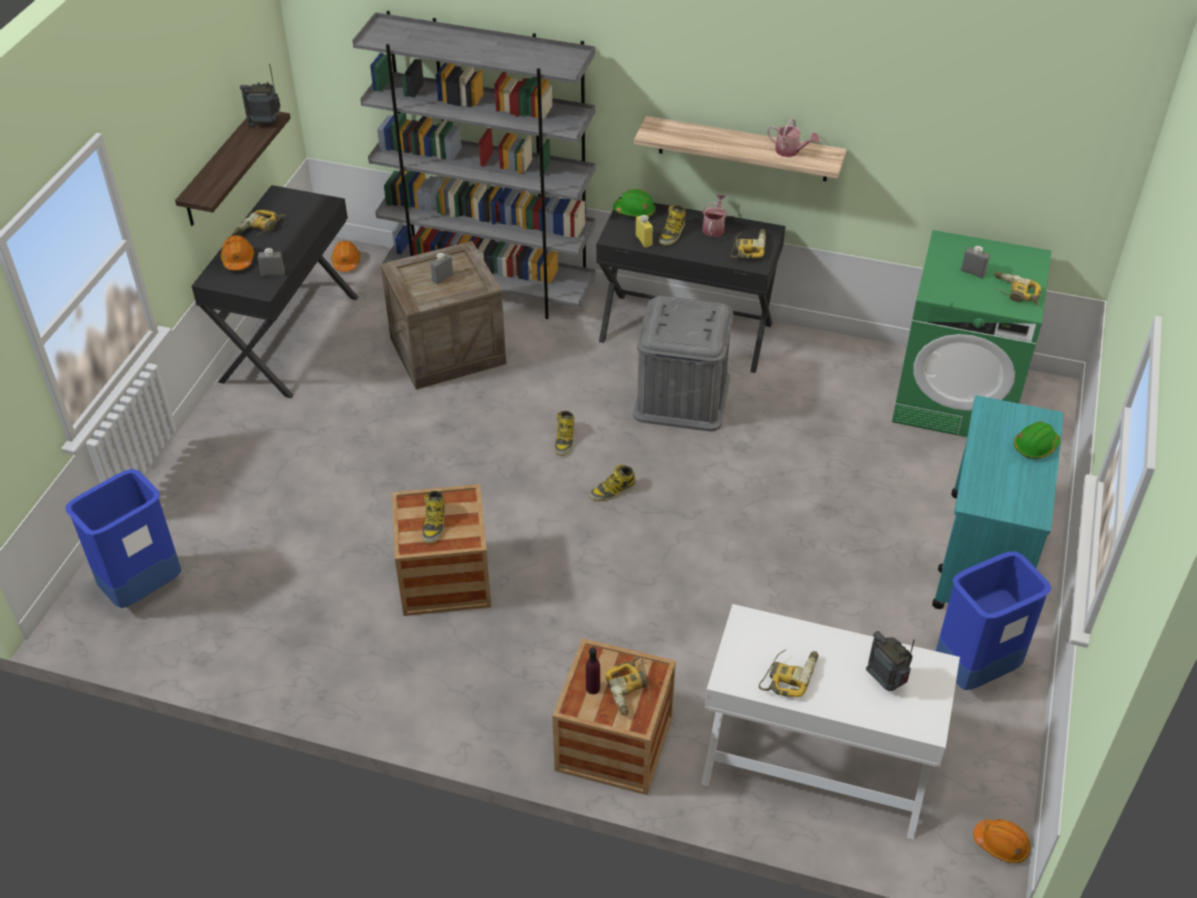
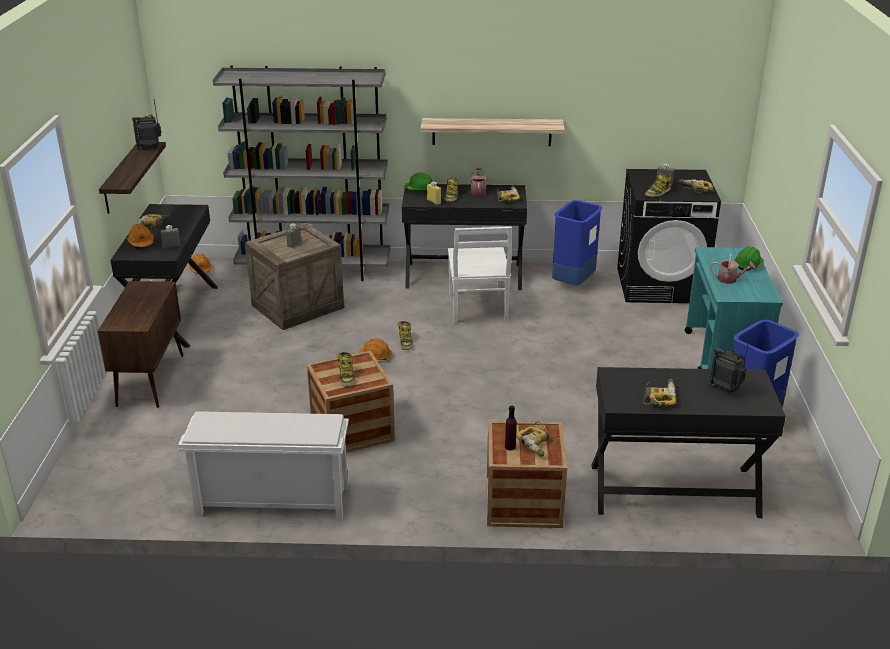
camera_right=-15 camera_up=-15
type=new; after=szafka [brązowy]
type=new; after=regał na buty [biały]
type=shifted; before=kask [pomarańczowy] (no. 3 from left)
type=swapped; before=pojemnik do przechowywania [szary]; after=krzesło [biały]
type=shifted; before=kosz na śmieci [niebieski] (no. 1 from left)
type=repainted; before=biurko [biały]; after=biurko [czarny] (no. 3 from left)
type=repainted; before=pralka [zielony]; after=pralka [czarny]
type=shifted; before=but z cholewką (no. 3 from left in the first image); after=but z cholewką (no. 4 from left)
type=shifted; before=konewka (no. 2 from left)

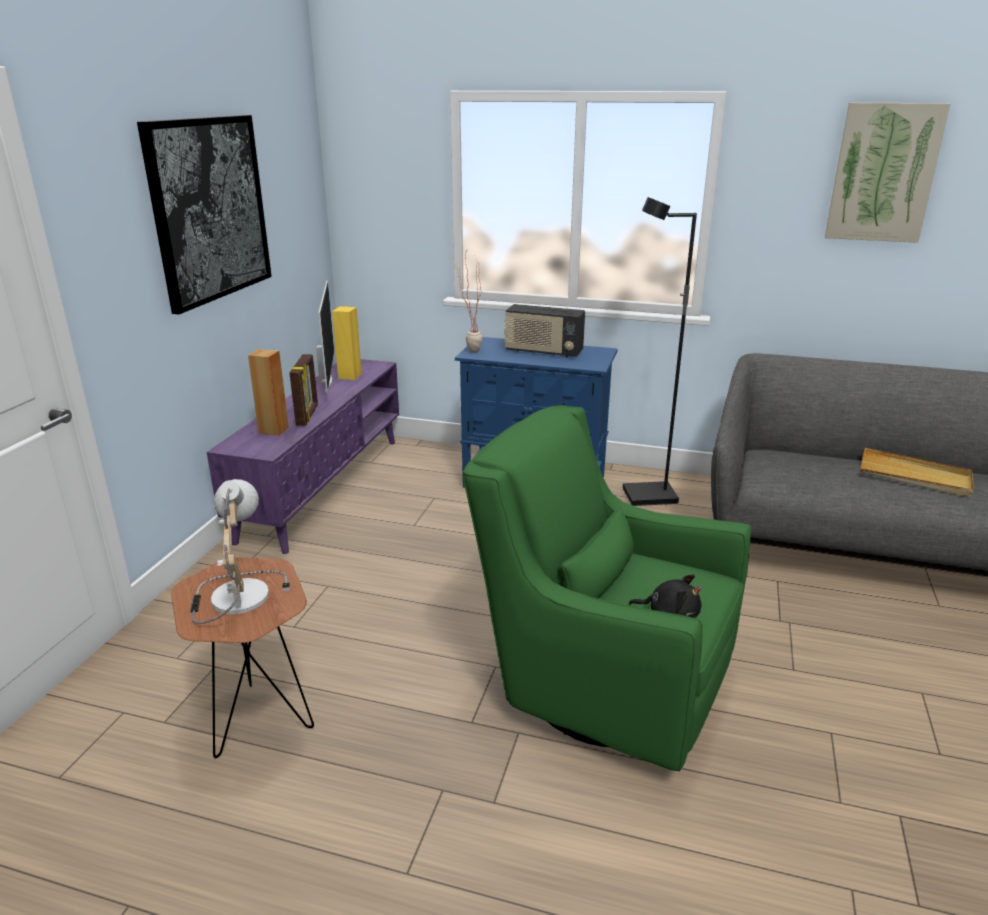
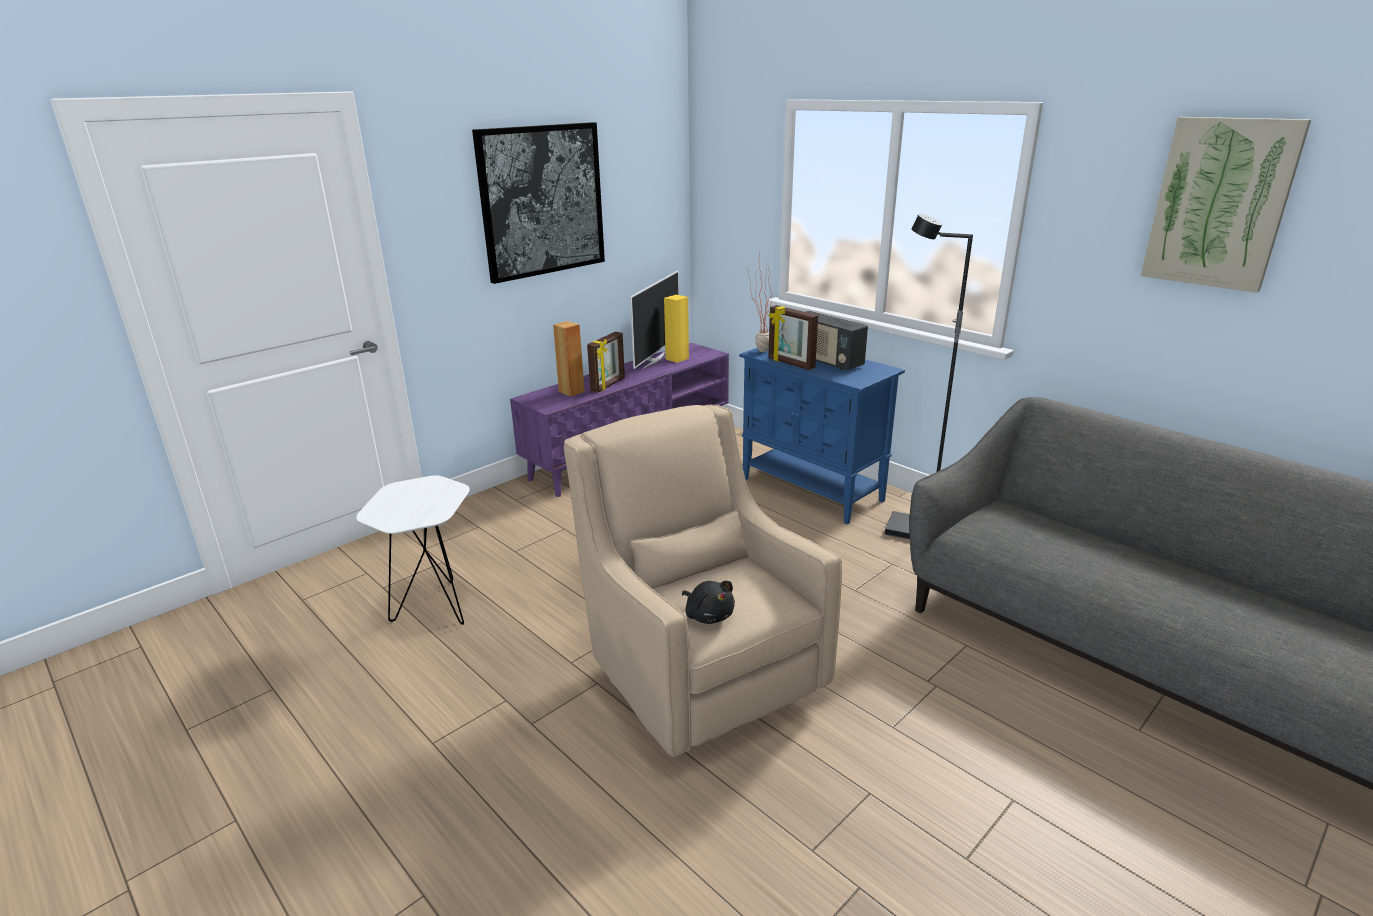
camera_right=30 camera_up=0
type=repainted; before=stolik [brązowy]; after=stolik [biały]
type=repainted; before=fotel [zielony]; after=fotel [beżowy]
type=new; after=ramka na zdjęcie (no. 2 from left)
type=gone; before=lampa stołowa
type=gone; before=taca [beżowy]

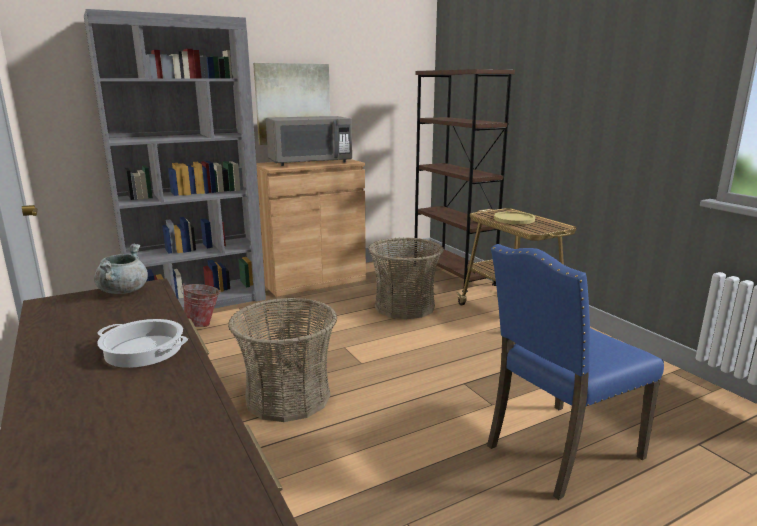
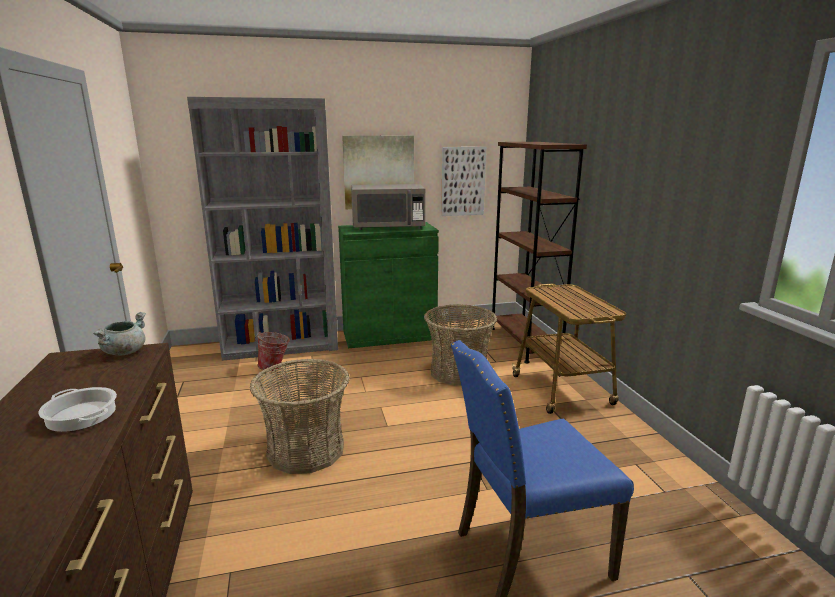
camera_right=15 camera_up=0
type=repainted; before=szafka [brązowy]; after=szafka [zielony]
type=new; after=obraz (no. 2 from left)
type=gone; before=talerz [żółty]

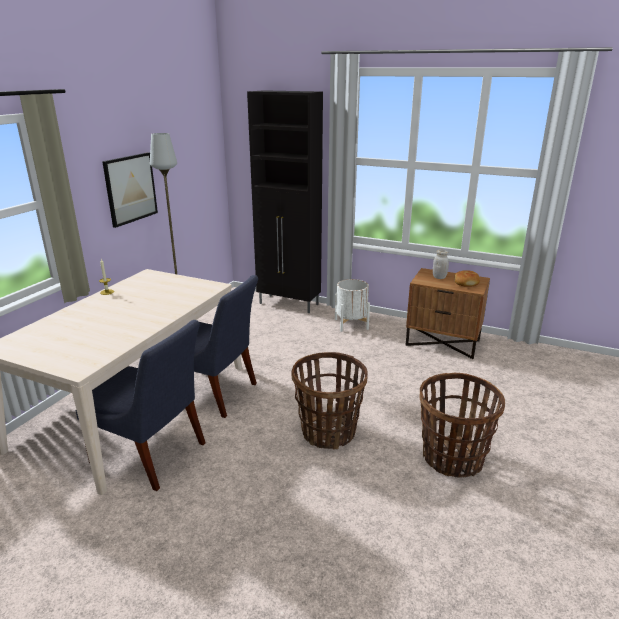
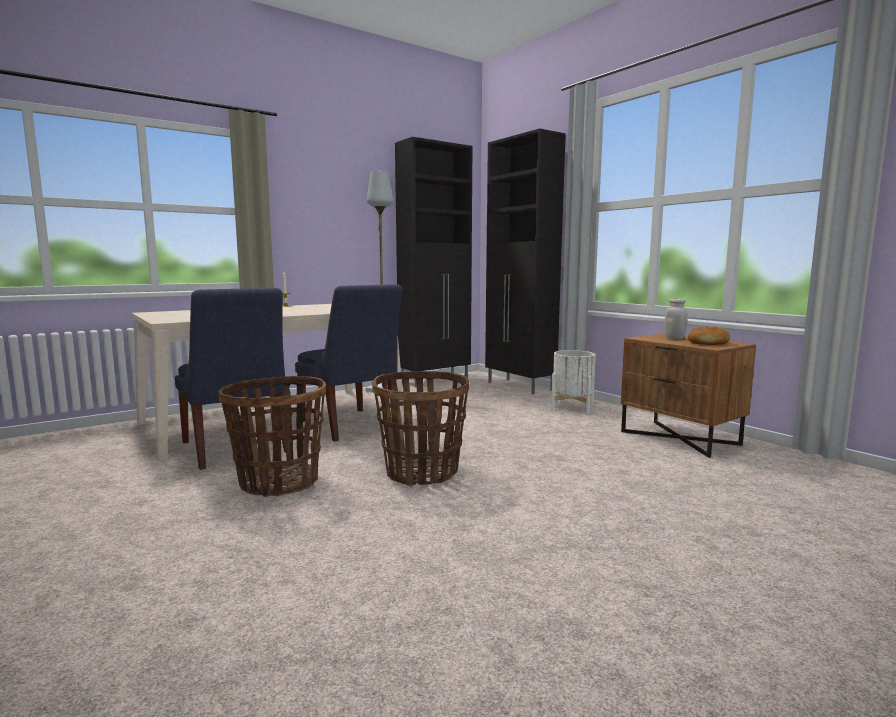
camera_right=30 camera_up=-15
type=shifted; before=koszyk (no. 2 from left in the first image); after=koszyk (no. 1 from left)
type=new; after=szafka [czarny] (no. 1 from left)
type=gone; before=obraz

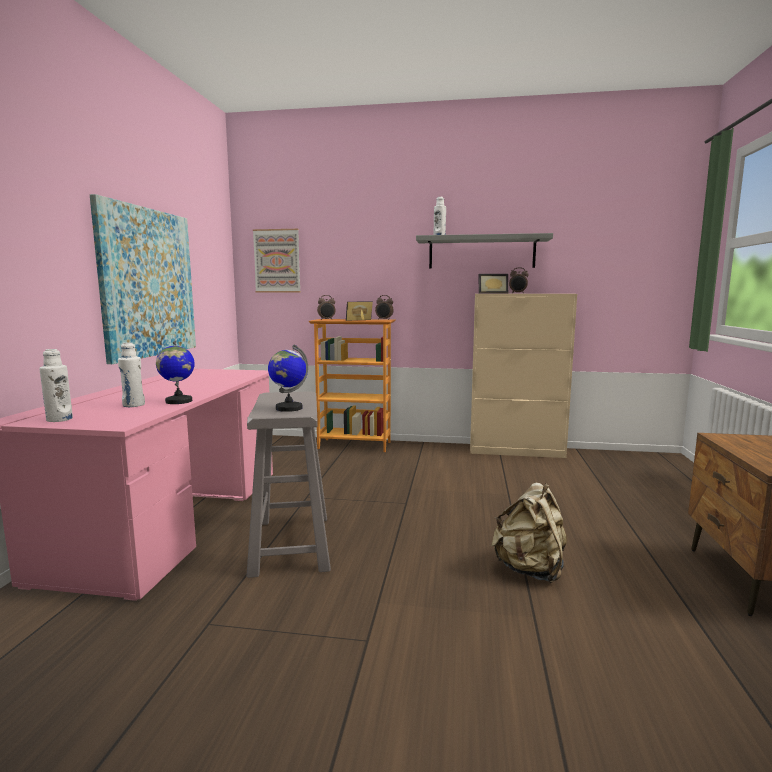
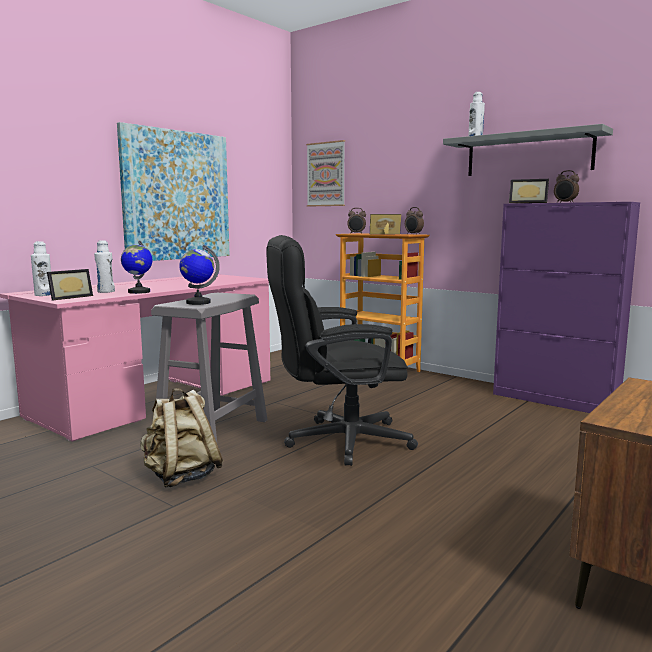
camera_right=30 camera_up=0
type=new; after=ramka na zdjęcie (no. 1 from left)
type=shifted; before=plecak [beżowy]
type=new; after=krzesło biurowe [czarny]
type=repainted; before=szafka [beżowy]; after=szafka [fioletowy]

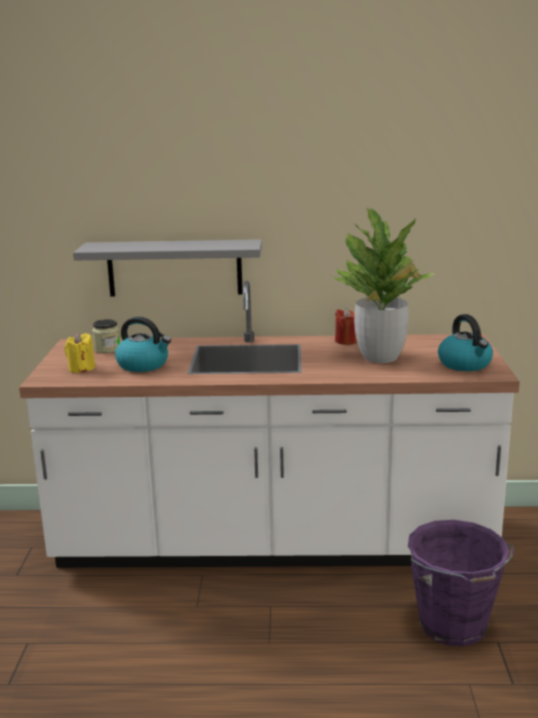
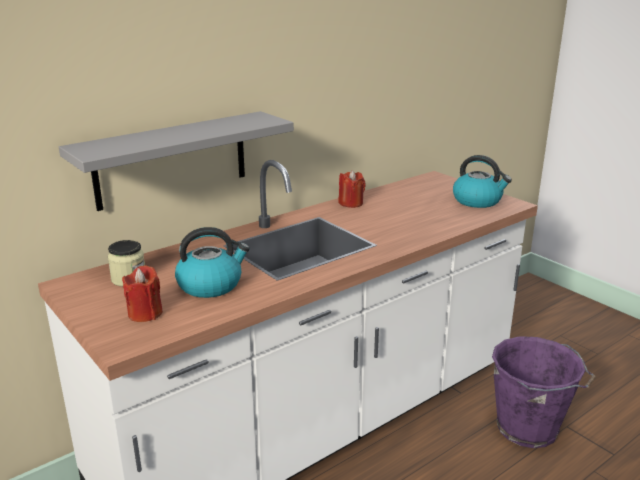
camera_right=-40 camera_up=5
type=repainted; before=świeca [żółty]; after=świeca [czerwony] (no. 1 from left)
type=gone; before=roślina doniczkowa

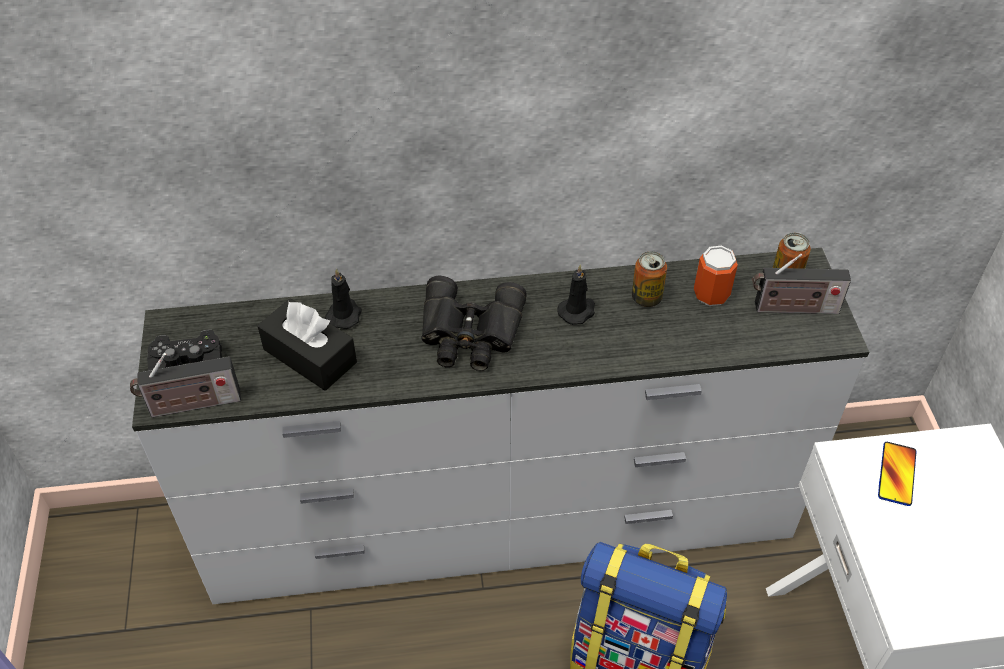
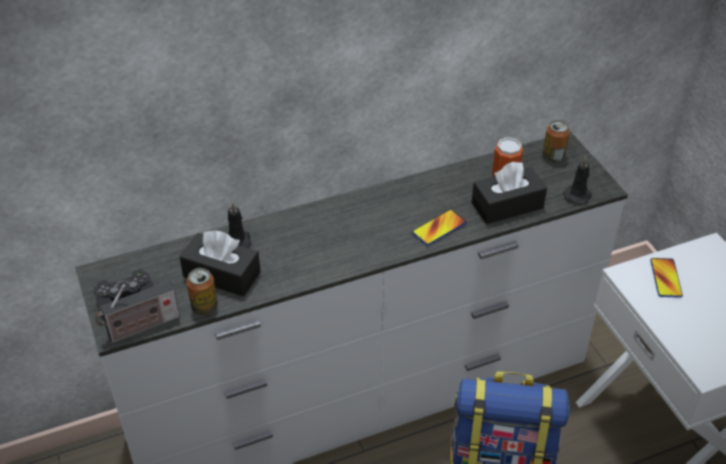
camera_right=-15 camera_up=-5
type=shifted; before=puszka (no. 1 from left)
type=new; after=telefon (no. 1 from left)
type=new; after=pudełko chusteczek [czarny] (no. 2 from left)
type=shifted; before=świeca [czarny] (no. 2 from left)
type=gone; before=lornetka [czarny]
type=gone; before=radio (no. 2 from left)

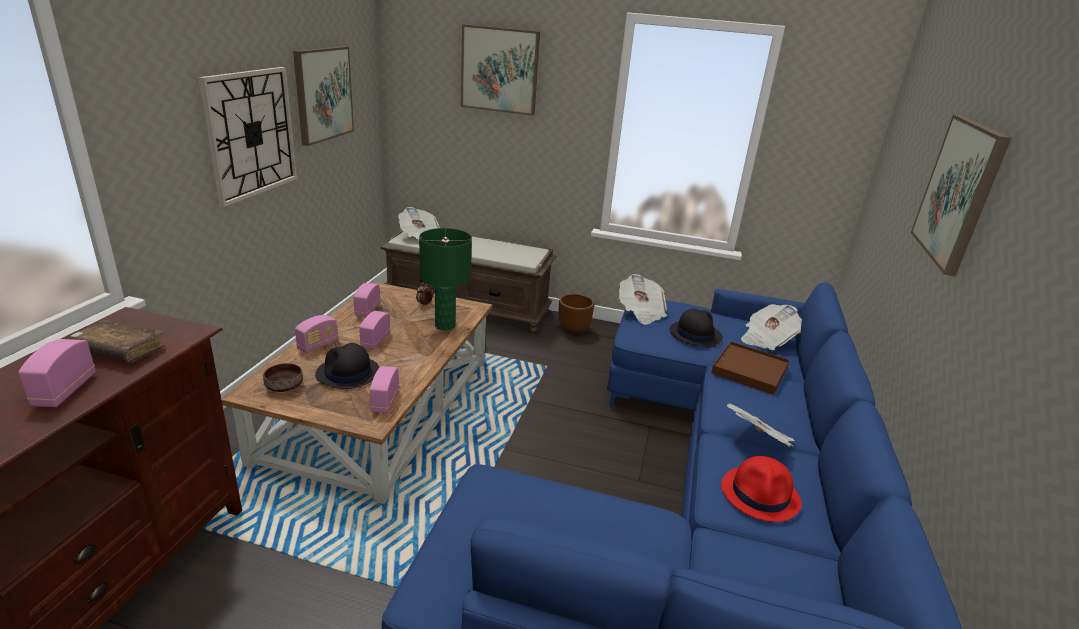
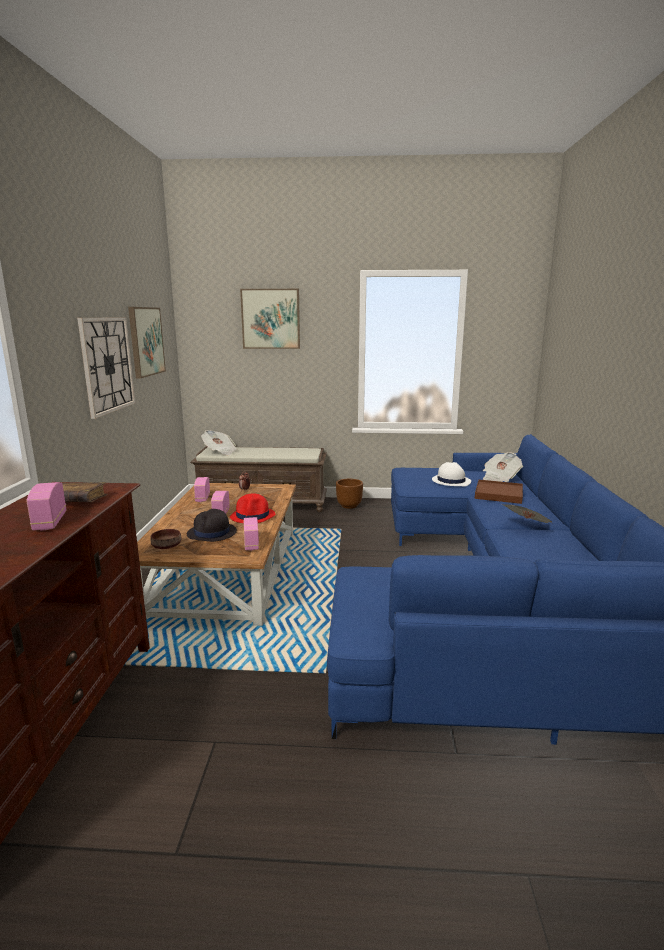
camera_right=-10 camera_up=-10
type=shifted; before=kapelusz [czerwony]
type=repainted; before=kapelusz [czarny] (no. 2 from left); after=kapelusz [biały]
type=gone; before=radio (no. 2 from left)
type=gone; before=lampa stołowa [zielony]
type=gone; before=gazeta (no. 2 from left)
type=gone; before=obraz (no. 3 from left)

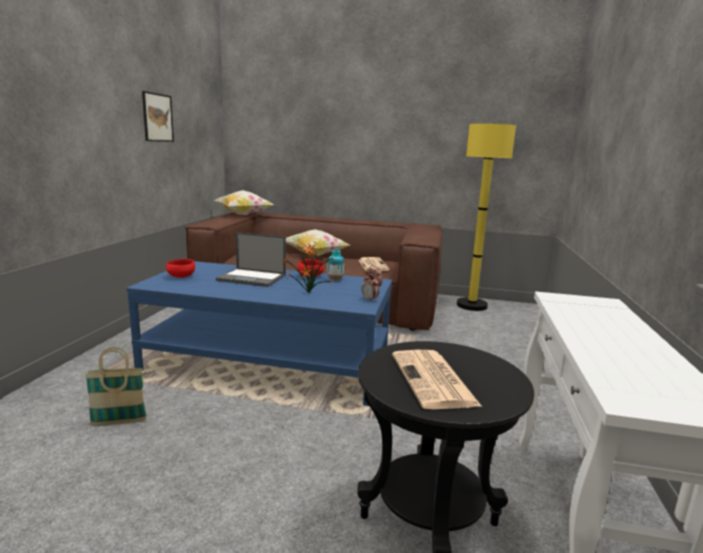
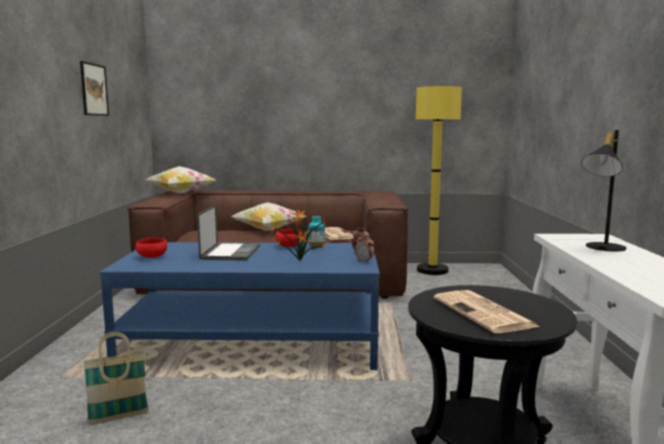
camera_right=-10 camera_up=-5
type=rotated; before=laptop; turn=-90
type=new; after=lampa stołowa [czarny]

